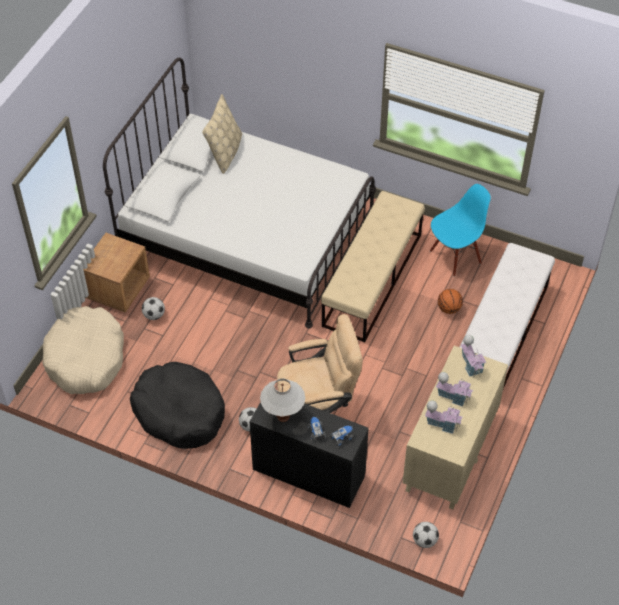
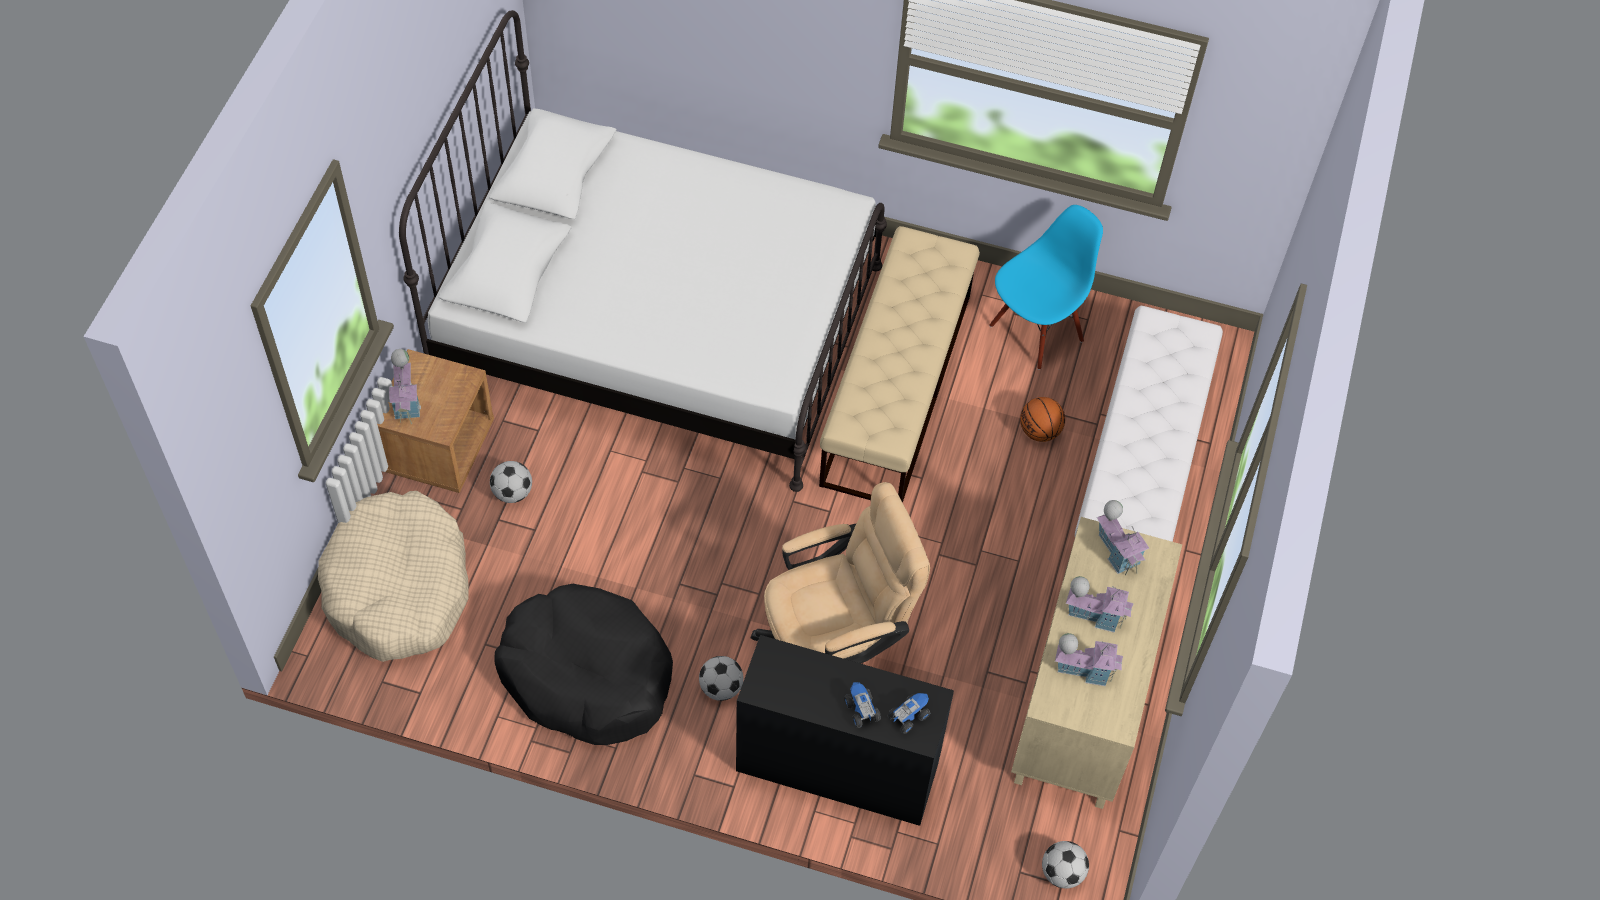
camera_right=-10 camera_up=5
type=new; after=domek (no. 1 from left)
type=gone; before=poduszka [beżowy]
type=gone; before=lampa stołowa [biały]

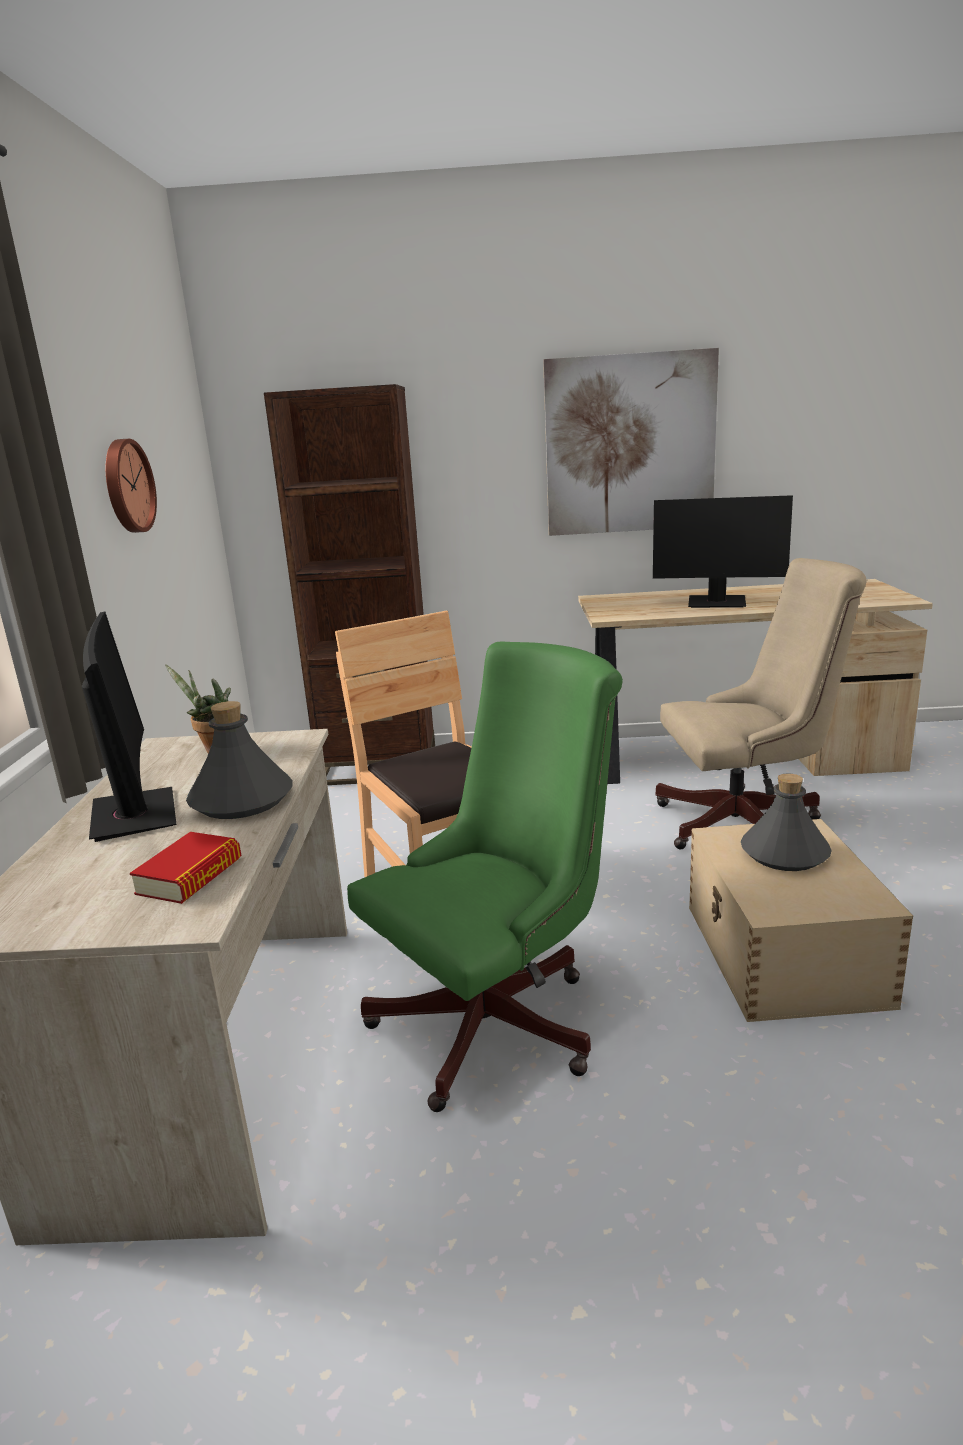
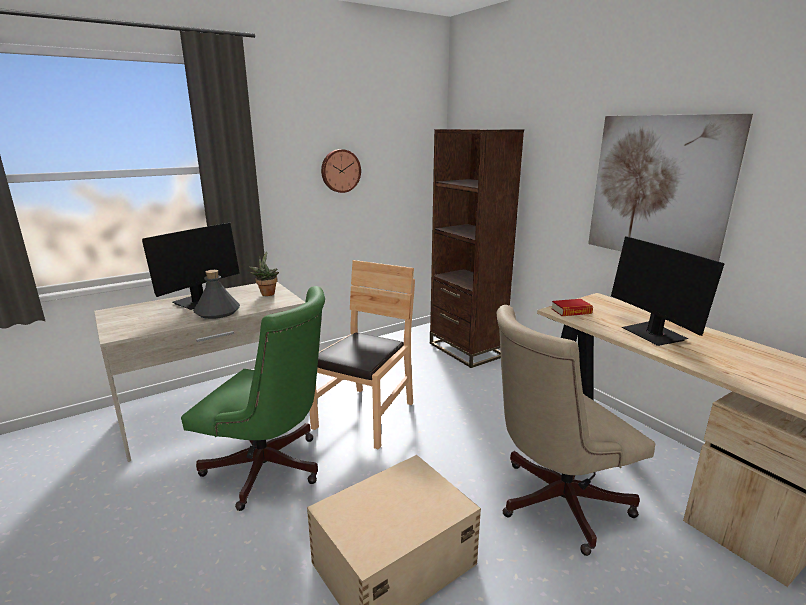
camera_right=55 camera_up=0
type=rotated; before=krzesło biurowe [beżowy]; turn=105
type=shifted; before=książka
type=gone; before=butelka [szary] (no. 2 from left)

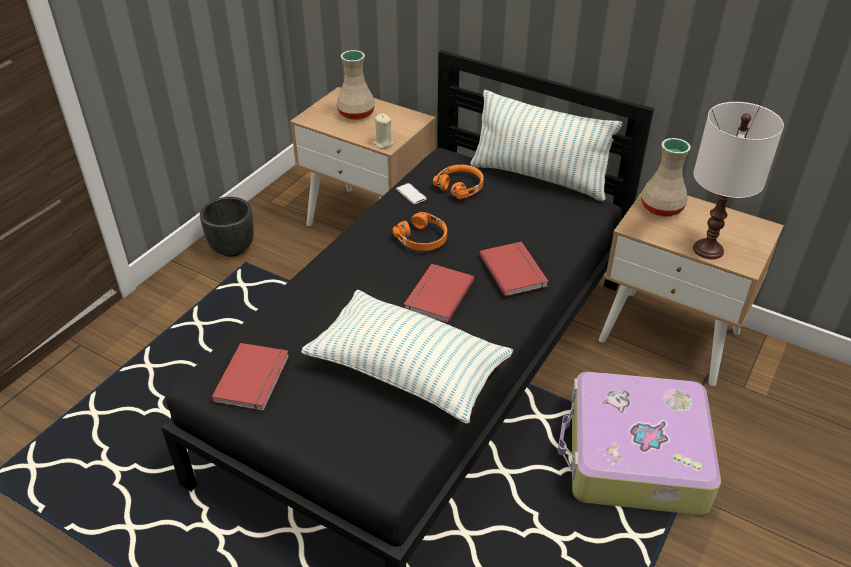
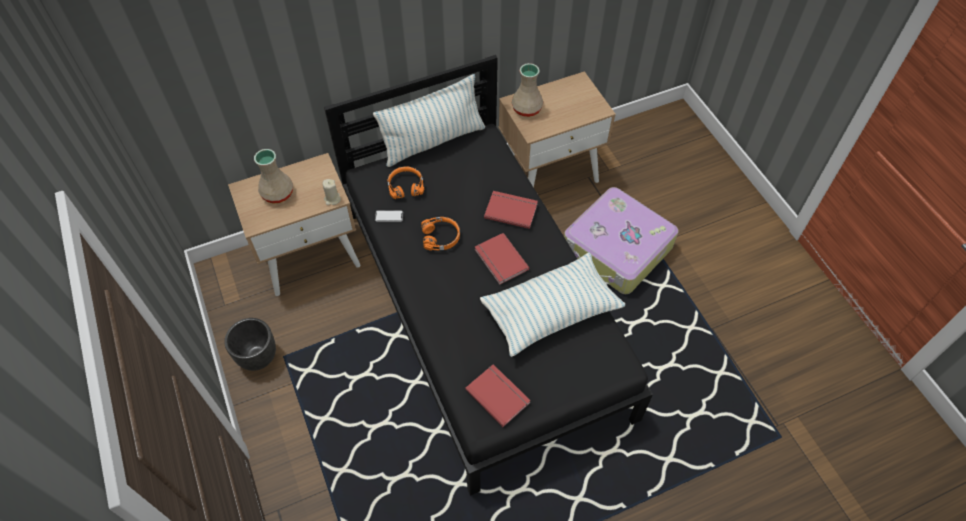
camera_right=-55 camera_up=15
type=gone; before=lampa stołowa [biały]

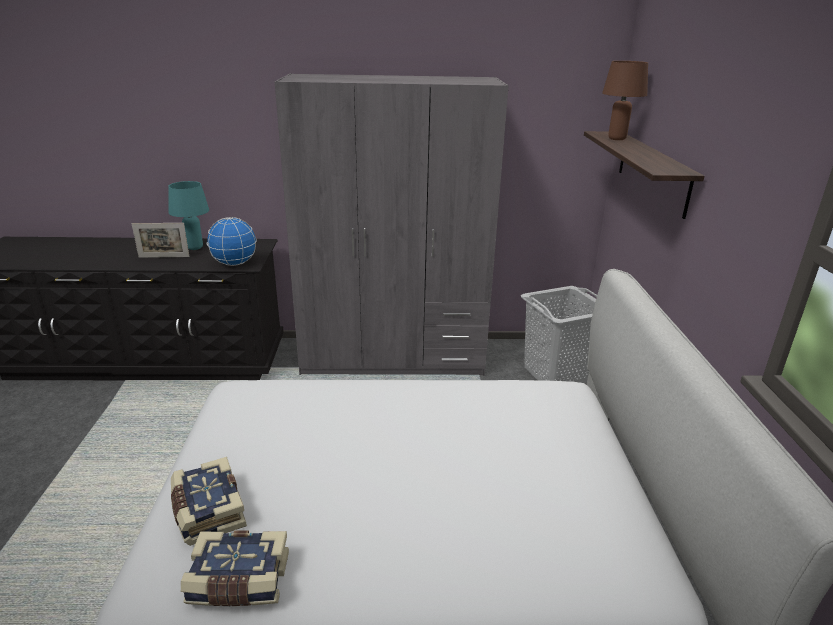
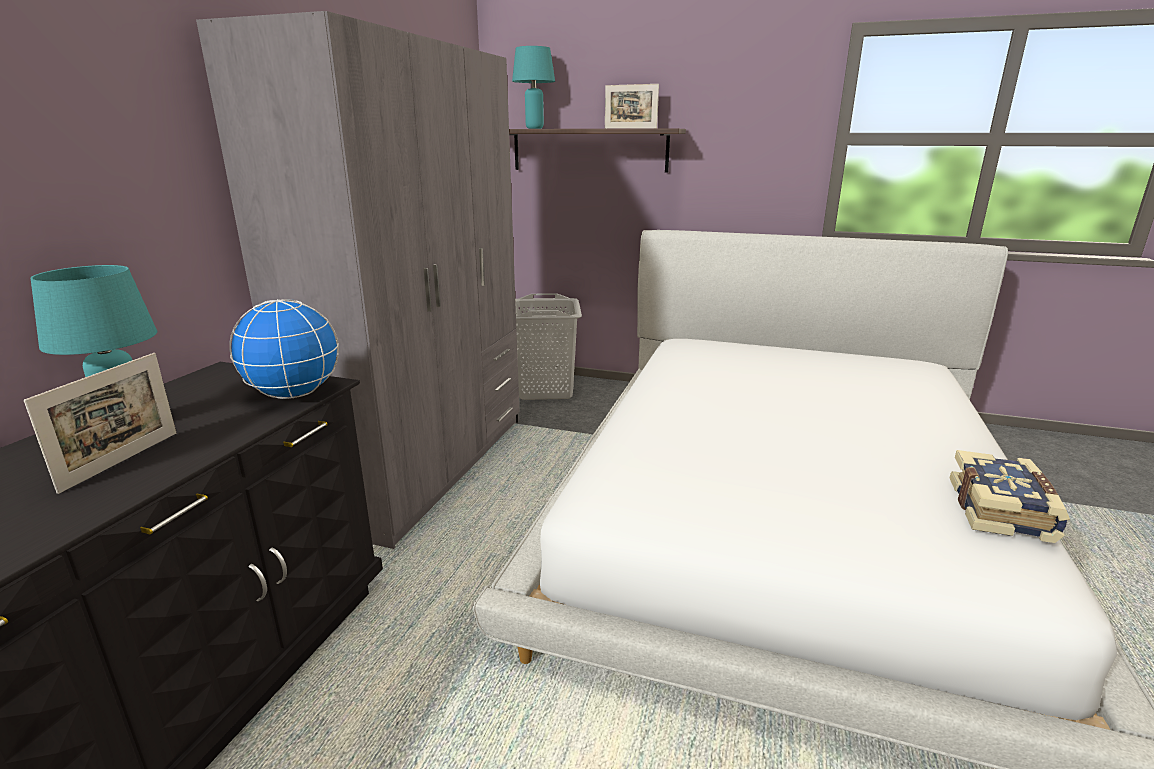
camera_right=-70 camera_up=-5
type=repainted; before=lampa stołowa [brązowy]; after=lampa stołowa [turkusowy] (no. 2 from left)
type=new; after=ramka na zdjęcie (no. 2 from left)
type=gone; before=książka (no. 1 from left)

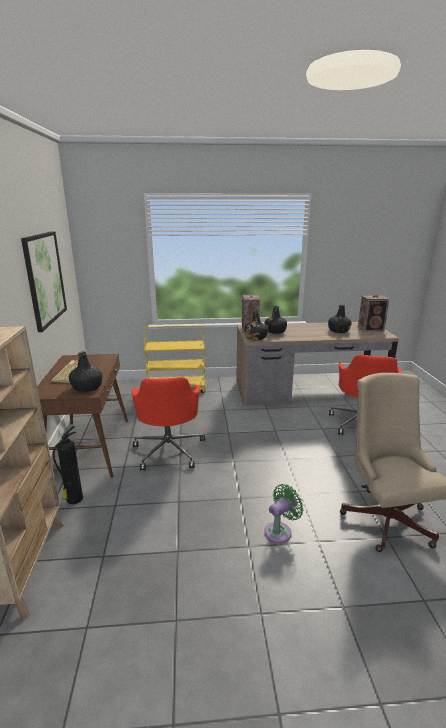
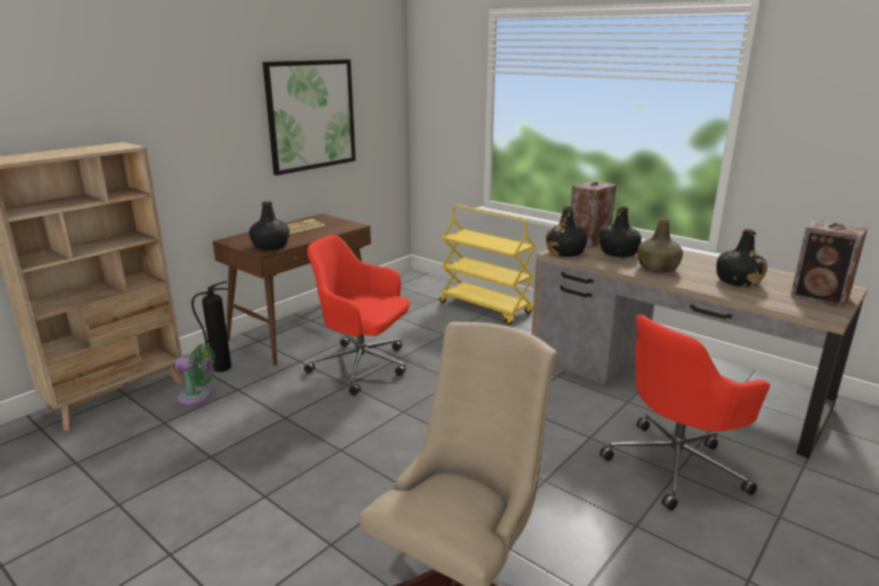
camera_right=45 camera_up=0
type=shifted; before=wentylator [zielony]
type=rotated; before=krzesło biurowe [czerwony] (no. 1 from left); turn=75
type=new; after=butelka [zielony]

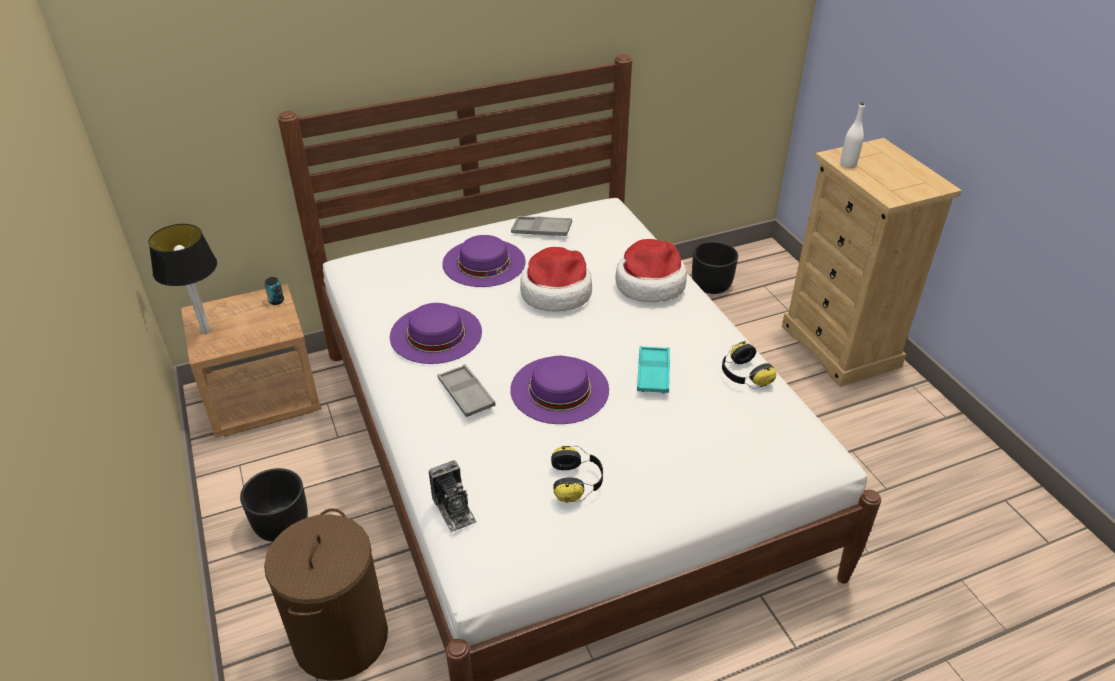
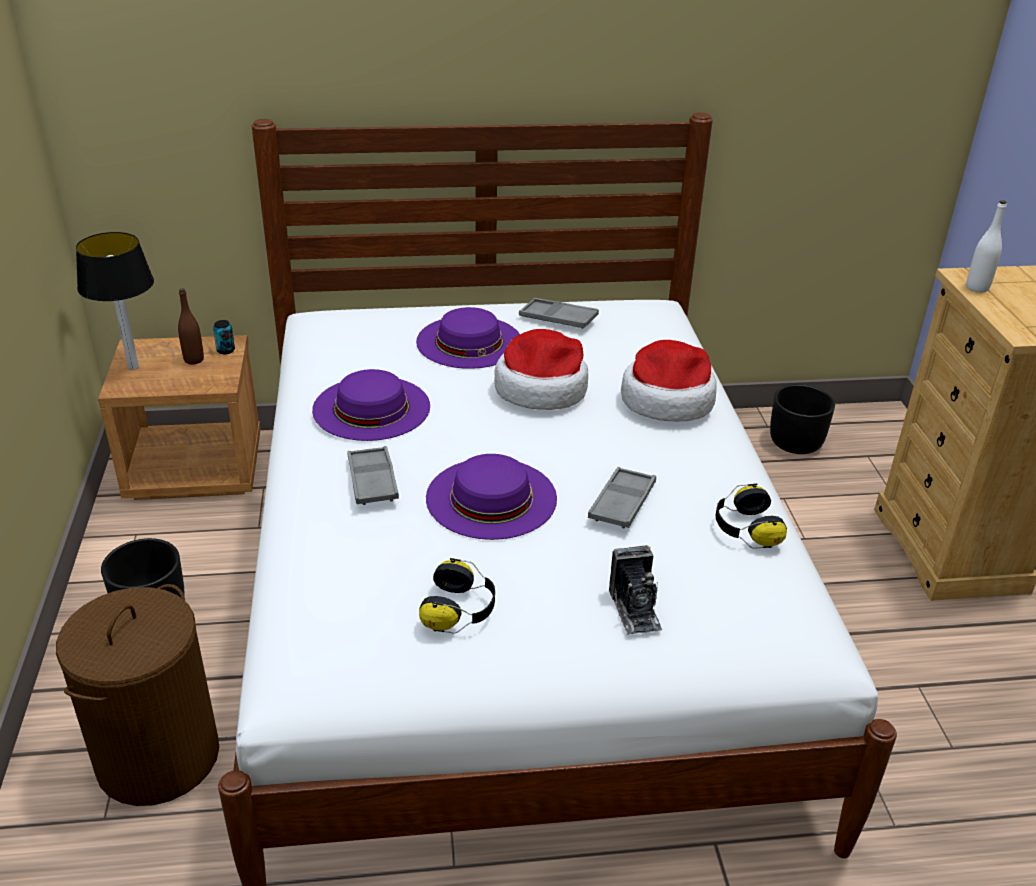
camera_right=15 camera_up=-5
type=new; after=butelka [brązowy]
type=repainted; before=taca [turkusowy]; after=taca [szary] (no. 3 from left)
type=shifted; before=aparat fotograficzny

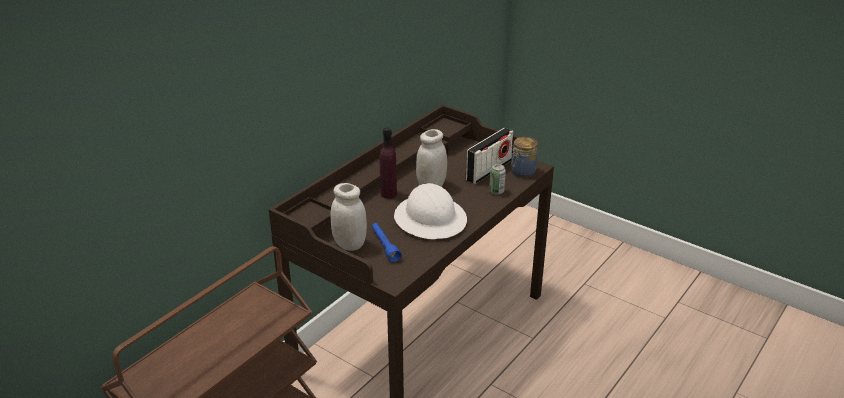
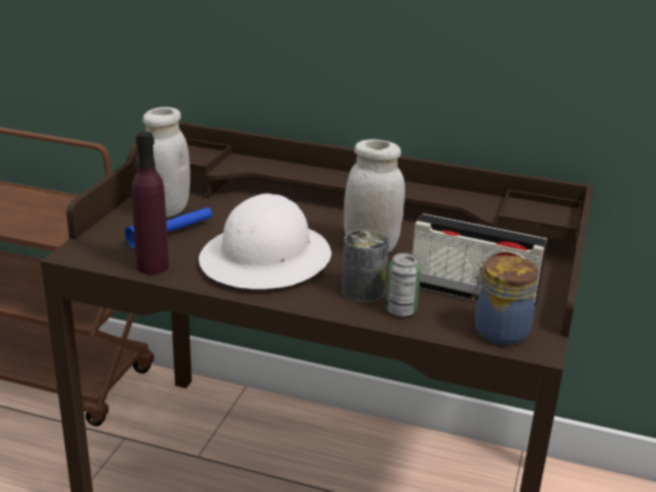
camera_right=70 camera_up=-5
type=shifted; before=butelka [fioletowy]
type=new; after=puszka (no. 1 from left)

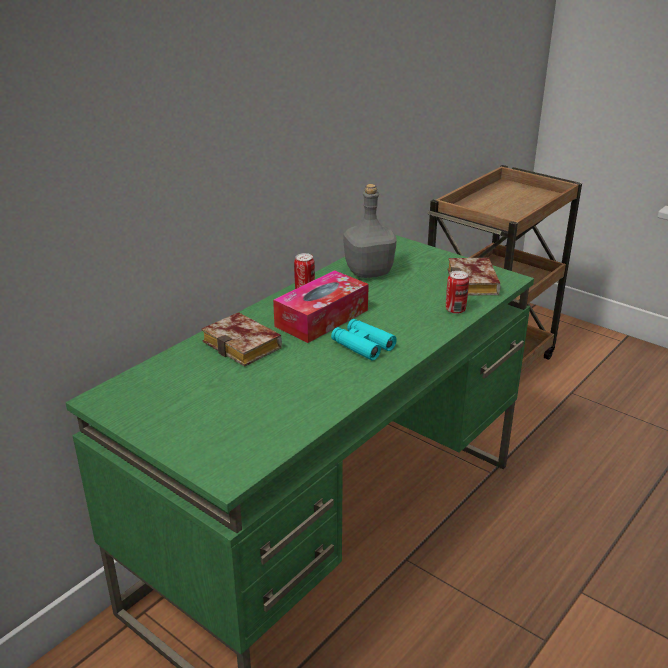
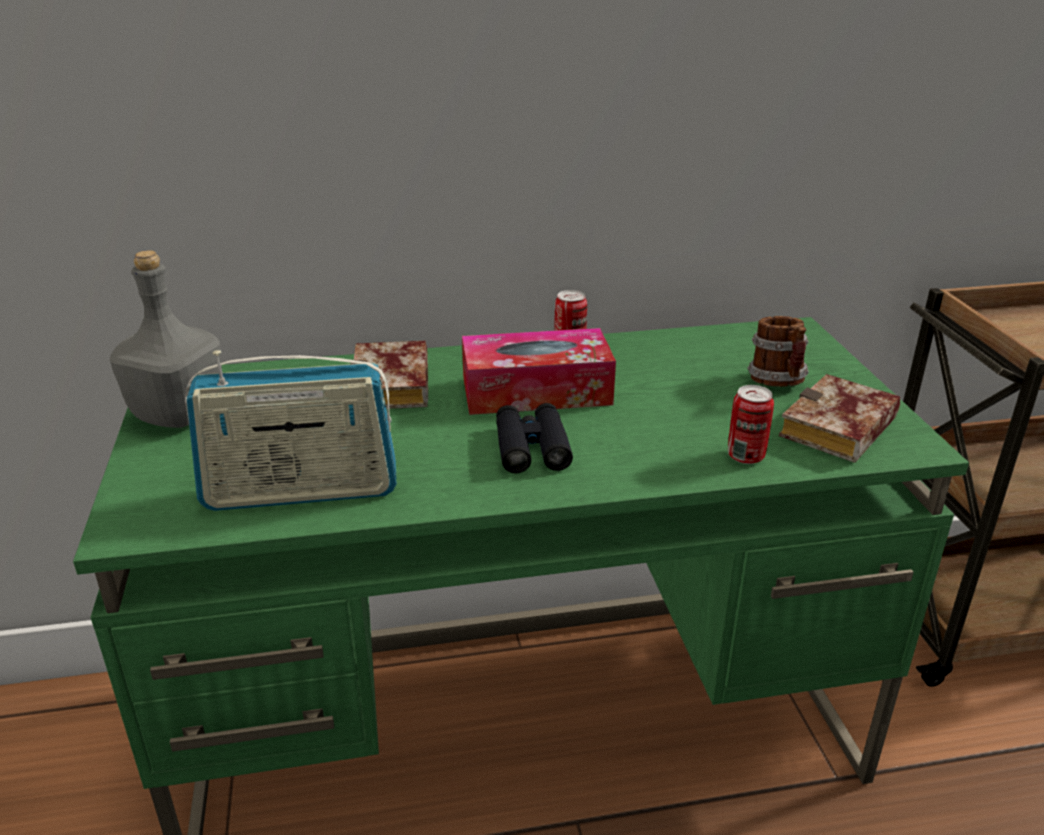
camera_right=40 camera_up=0
type=shifted; before=butelka [szary]
type=new; after=radio
type=repainted; before=lornetka [turkusowy]; after=lornetka [czarny]
type=new; after=kubek

